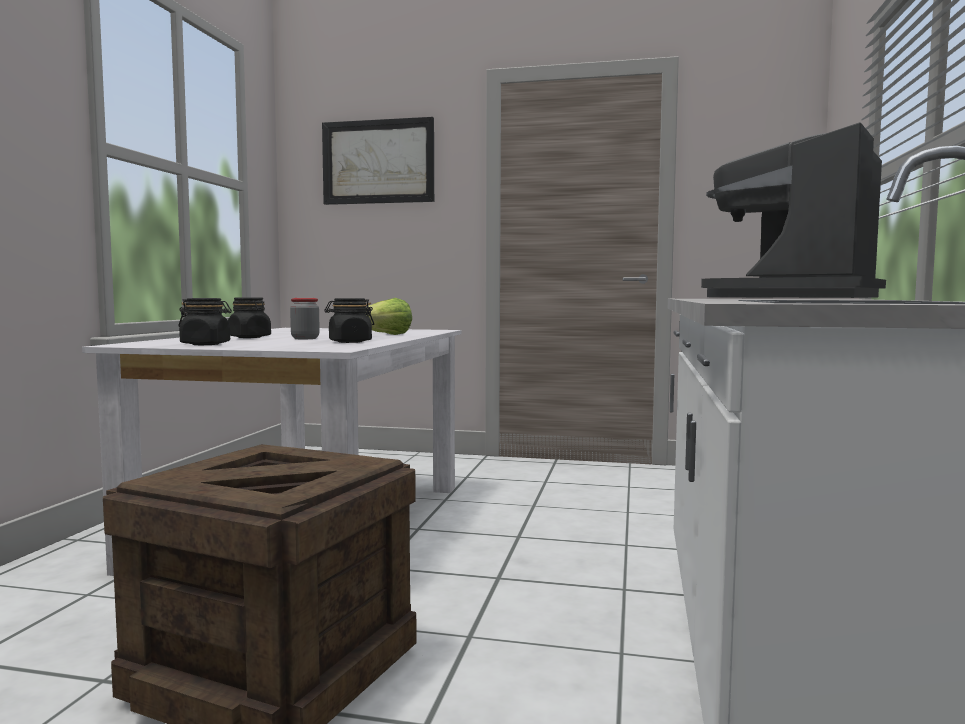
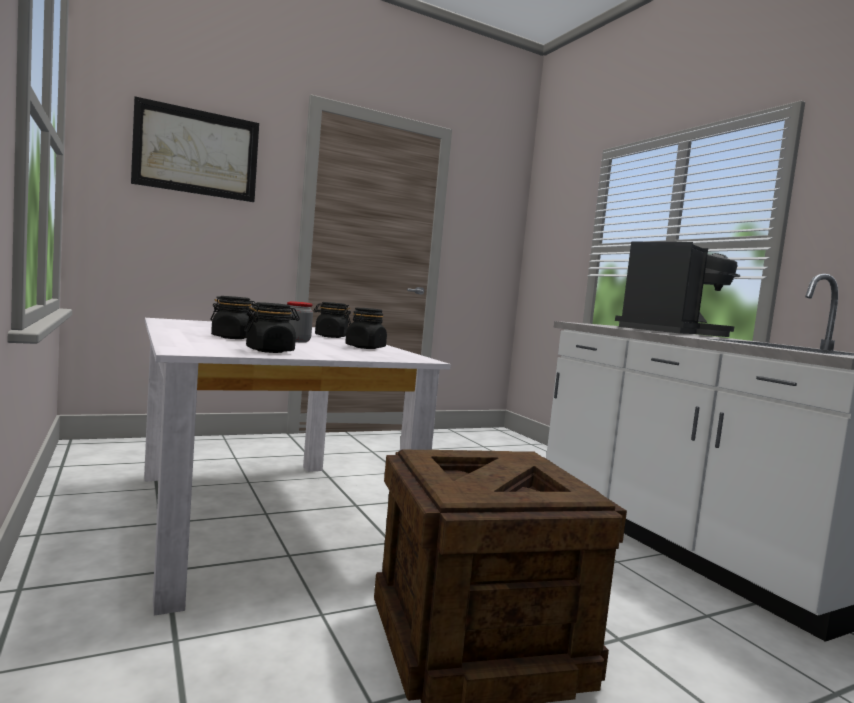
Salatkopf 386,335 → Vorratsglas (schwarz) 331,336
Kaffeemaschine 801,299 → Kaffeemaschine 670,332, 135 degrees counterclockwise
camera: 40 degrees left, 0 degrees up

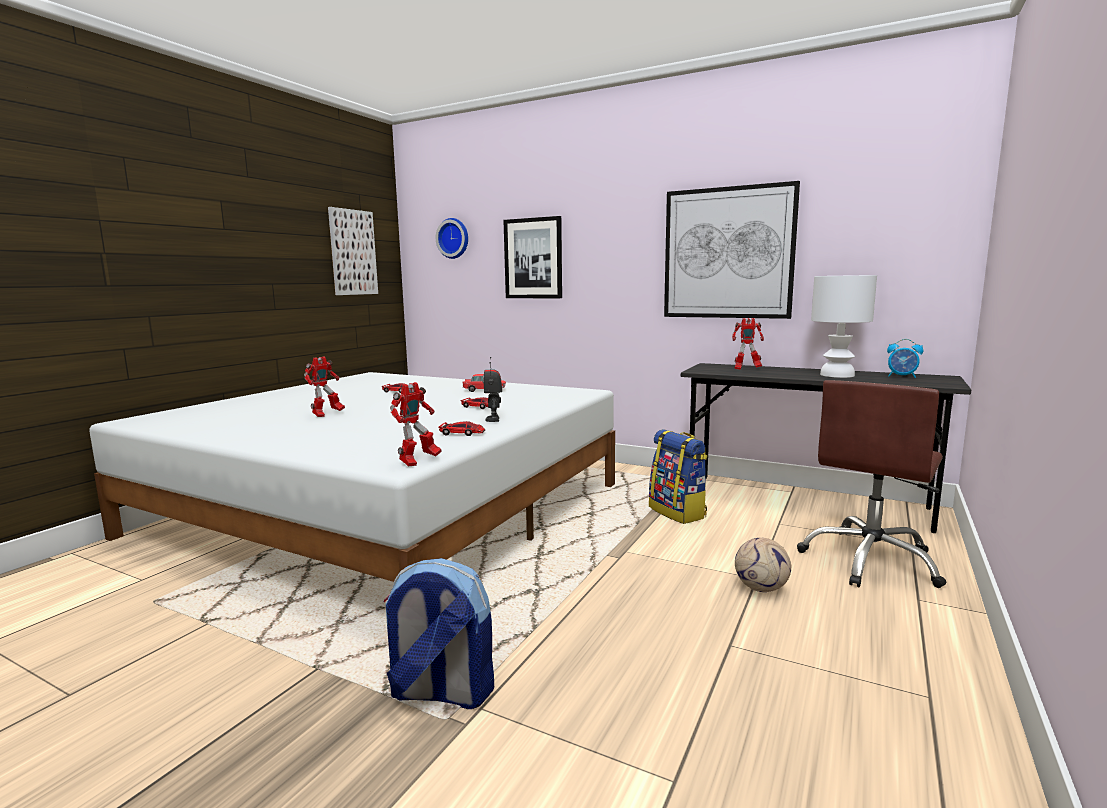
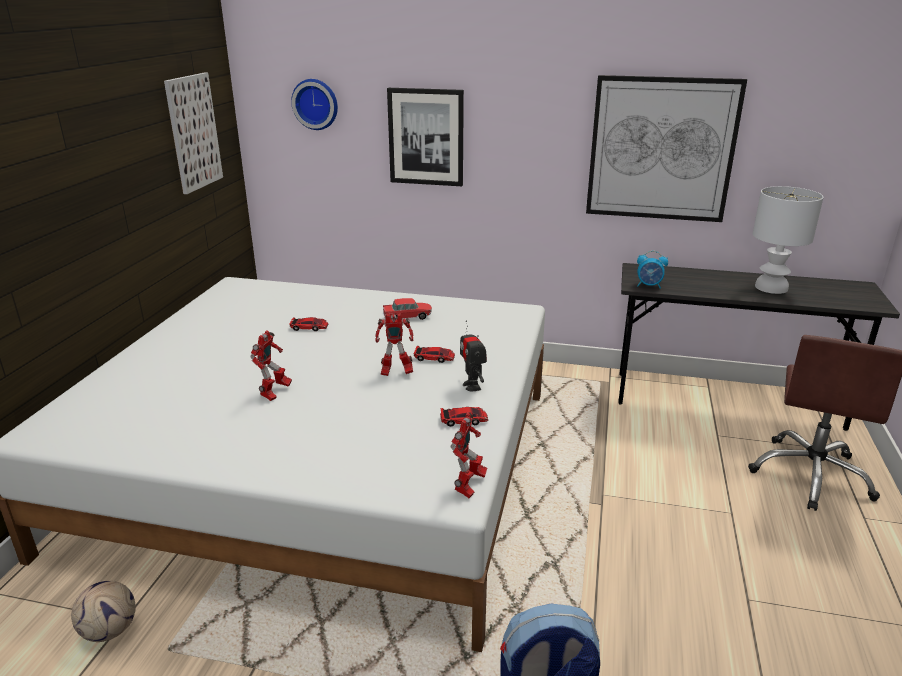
Rucksack 678,512 → -
Spielzeugroboter 746,369 → Spielzeugroboter 395,372, relocated
Fußball 762,588 → Fußball 111,630, relocated
Wecker 902,376 → Wecker 649,286, relocated
camera: 15 degrees left, 15 degrees up

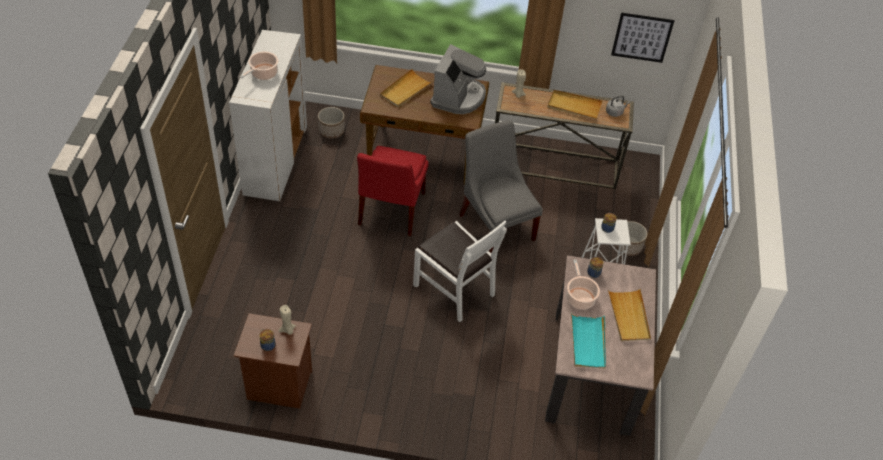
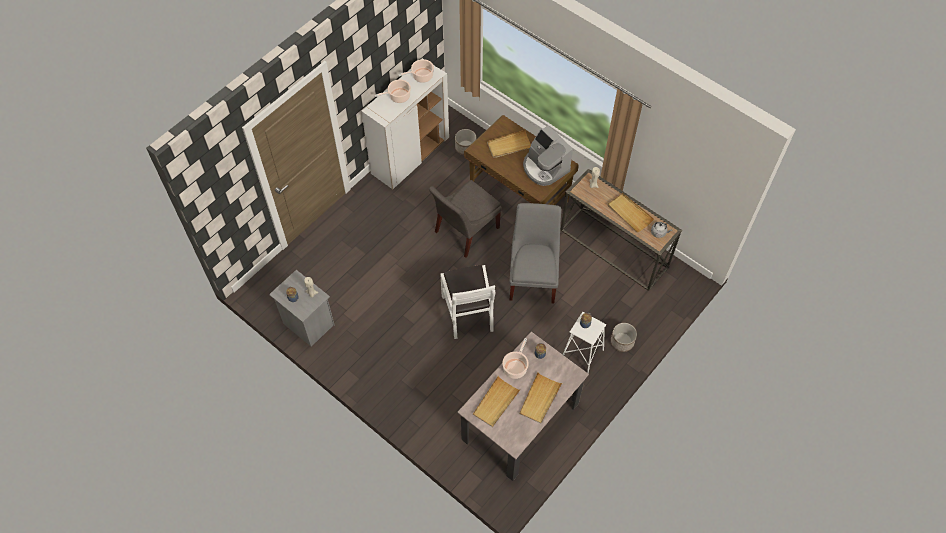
Bild 642,37 → -
- → Kochtopf 421,76
Nachttisch (braun) 278,386 → Nachttisch (grau) 308,324
Stuhl (rot) 390,211 → Stuhl (grau) 464,231
Tablett (türkis) 588,342 → Tablett (beige) 495,402
Kaffeemaschine 458,97 → Kaffeemaschine 545,168, 90 degrees clockwise
camera: 35 degrees right, 10 degrees up

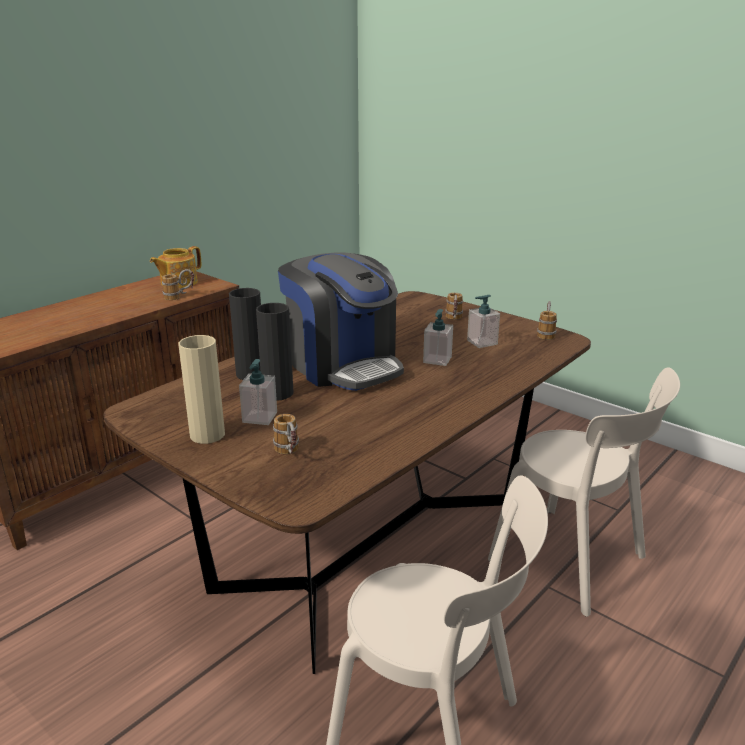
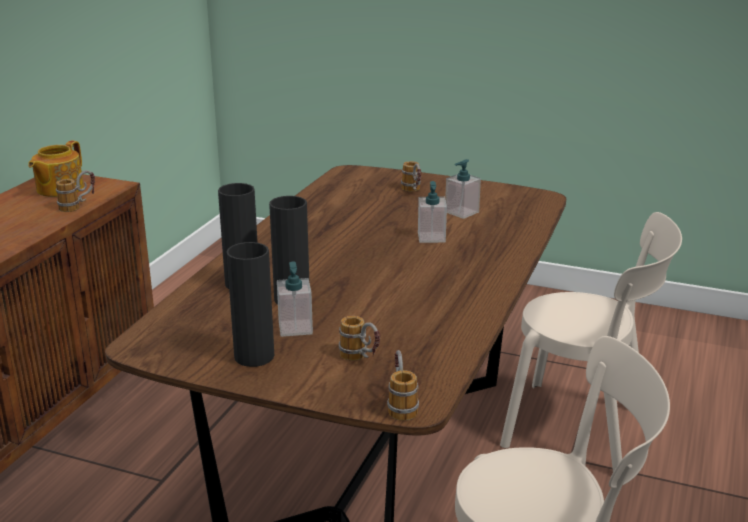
Kaffeemaschine 343,365 → -
Henkelbecher 546,333 → Henkelbecher 400,404, relocated
Vase (beige) 207,435 → Vase (schwarz) 254,356
camera: 20 degrees left, 0 degrees up

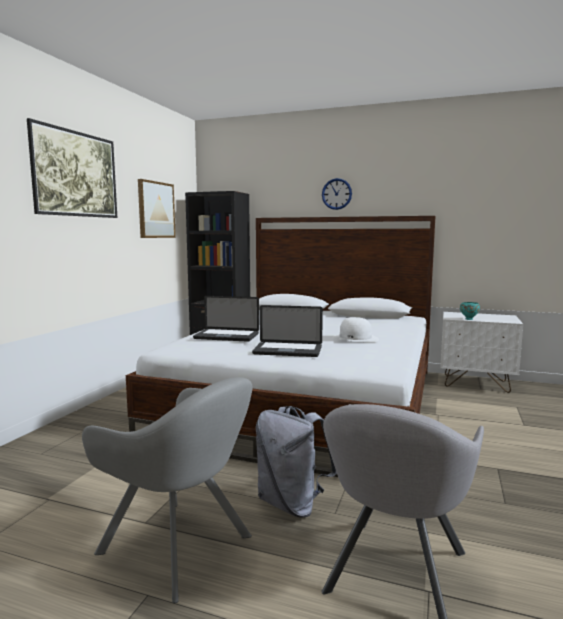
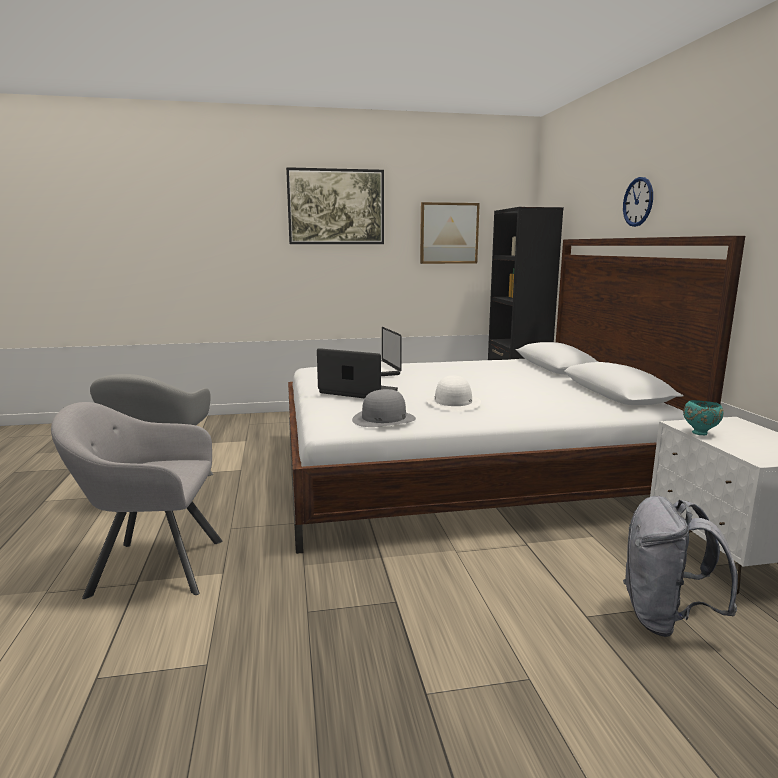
- → Hut (grau) 383,419
Rucksack (grau) 292,504 → Rucksack (grau) 665,619, relocated
Laptop 288,351 → Laptop 358,392, 135 degrees clockwise
camera: 60 degrees right, 5 degrees up

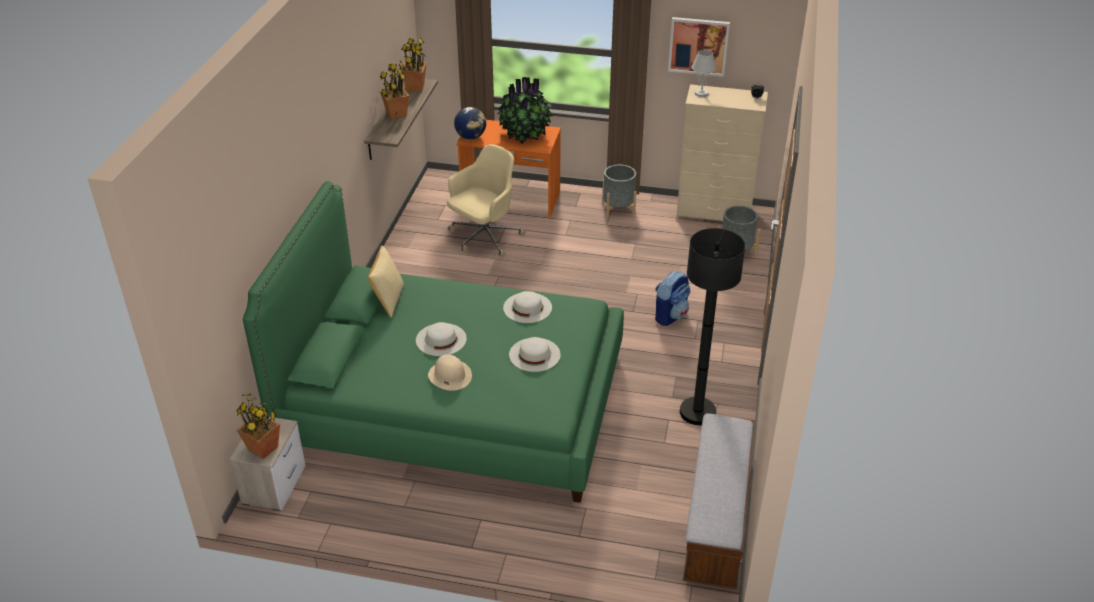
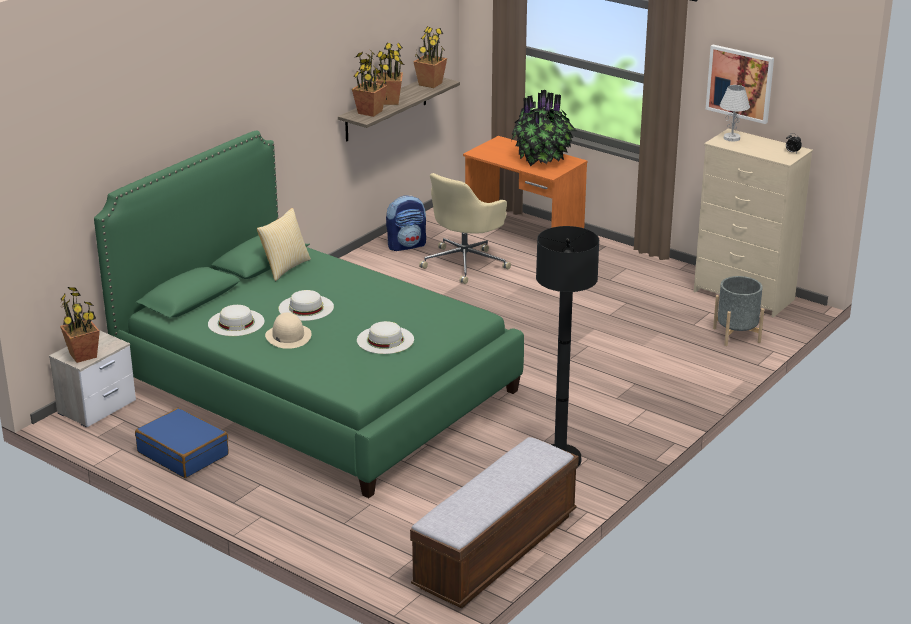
Globus 471,137 → -
Pflanzkübel (grau) 618,209 → -
- → Koffer (blau) 183,453
- → Topfpflanze 370,112
Hut (weiß) 527,307 → Hut (weiß) 236,322, relocated
Rucksack 670,315 → Rucksack 406,245, relocated
Bürostuhl (beige) 484,238 → Bürostuhl (beige) 465,263, 150 degrees clockwise
camera: 25 degrees right, 10 degrees down

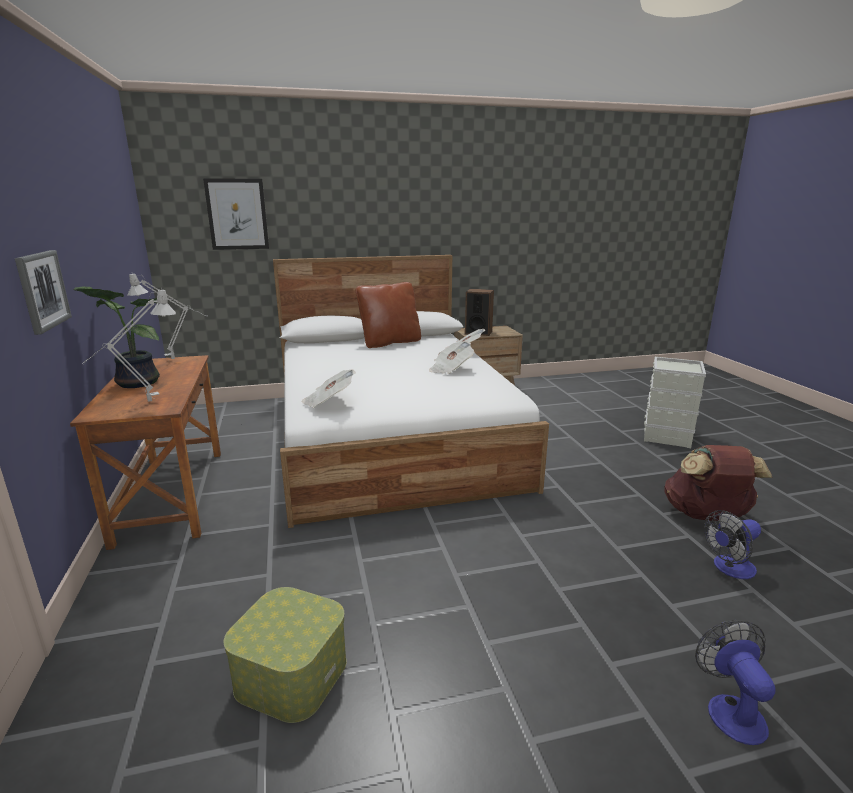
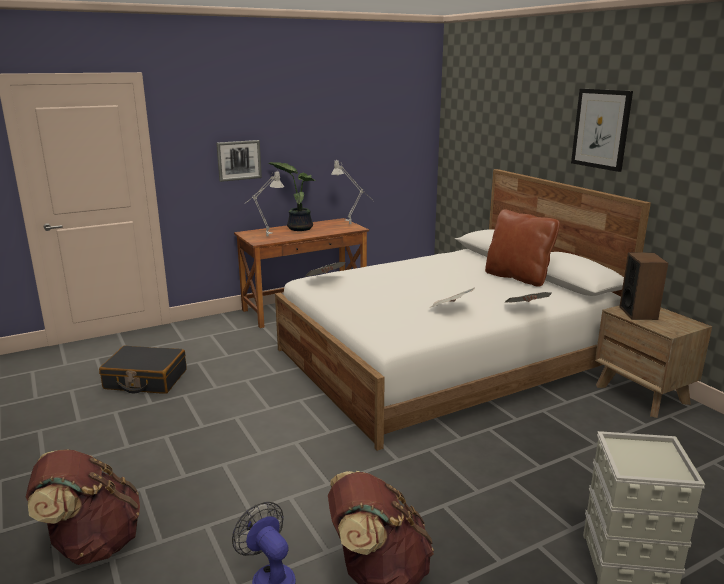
Bild 237,214 → Bild 601,129, relocated
Aufbewahrungsbox 291,674 → Koffer (schwarz) 145,380
Ventilator 730,709 → Rucksack (braun) 92,544
camera: 75 degrees right, 0 degrees up

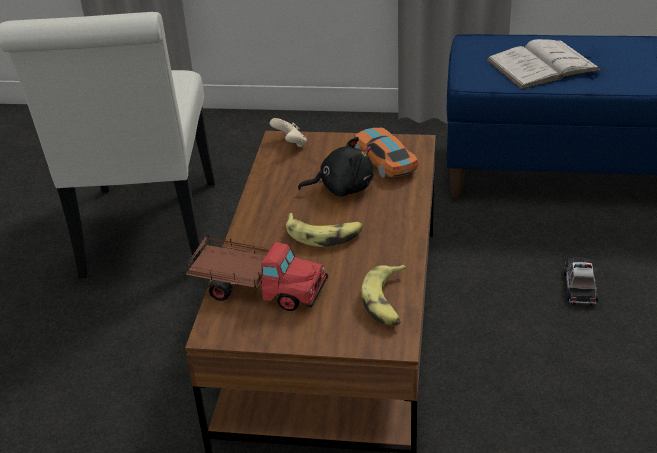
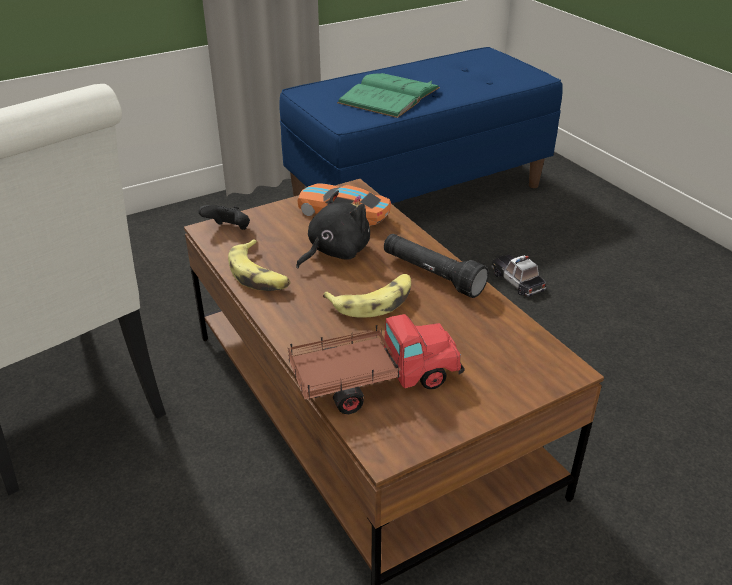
- → Taschenlampe (schwarz) 432,275
Banane 387,302 → Banane 259,274, relocated
Gamepad (beige) 290,144 → Gamepad (schwarz) 229,230
Buch (weiß) 542,65 → Buch (grün) 389,95
camera: 40 degrees left, 0 degrees up

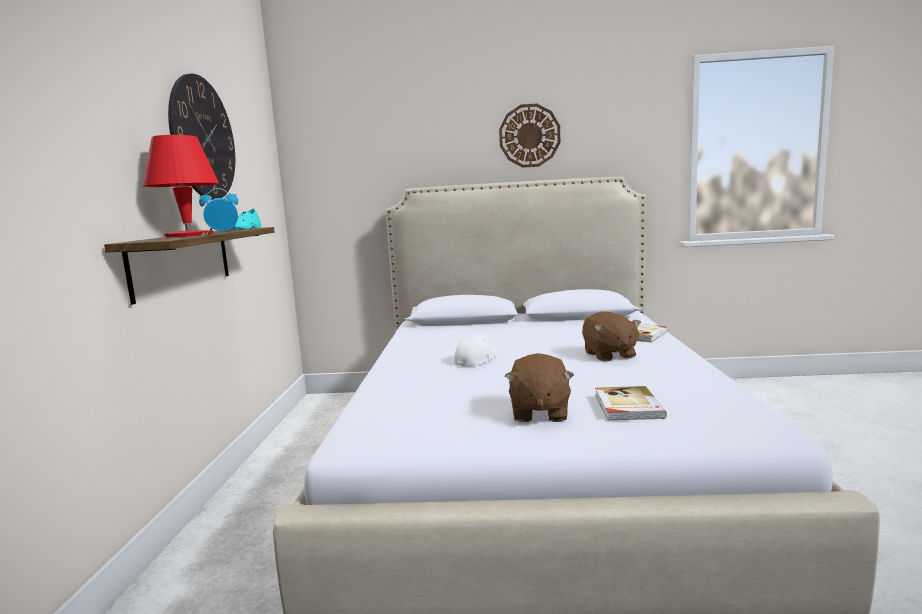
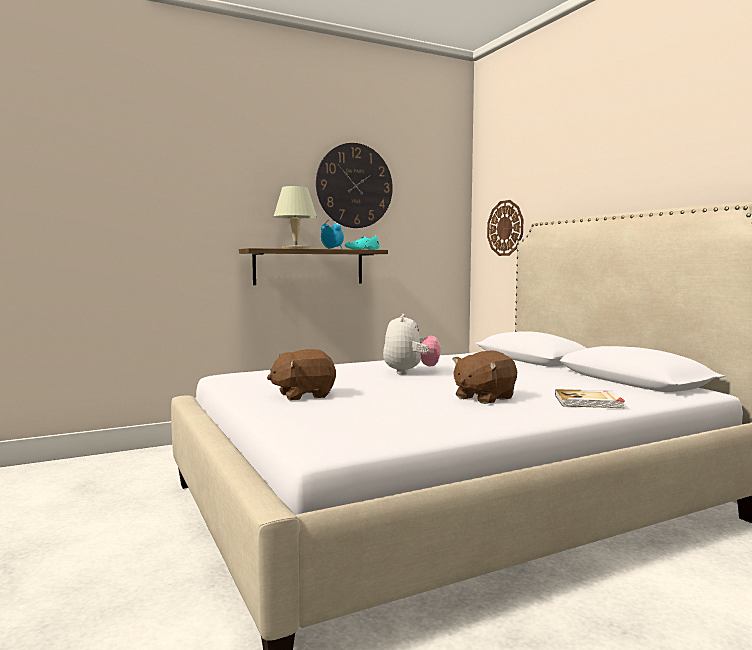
Buch 627,406 → -
Wanduhr 529,136 → Wanduhr 505,228, relocated
Kappe (weiß) 476,359 → Plüschtier 410,372
Tischlampe (rot) 188,235 → Tischlampe (beige) 295,248
camera: 60 degrees right, 5 degrees down

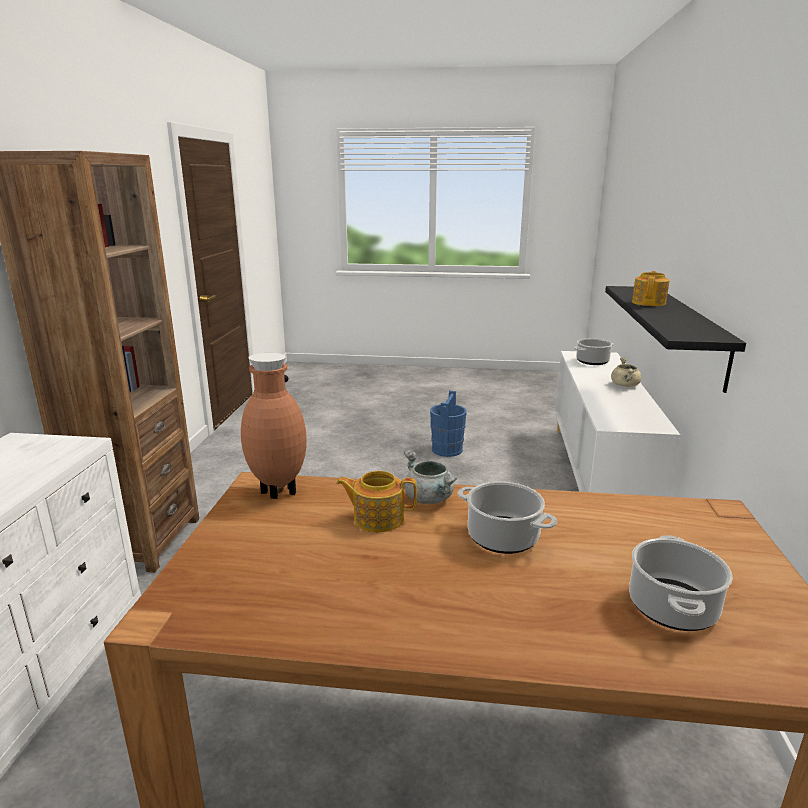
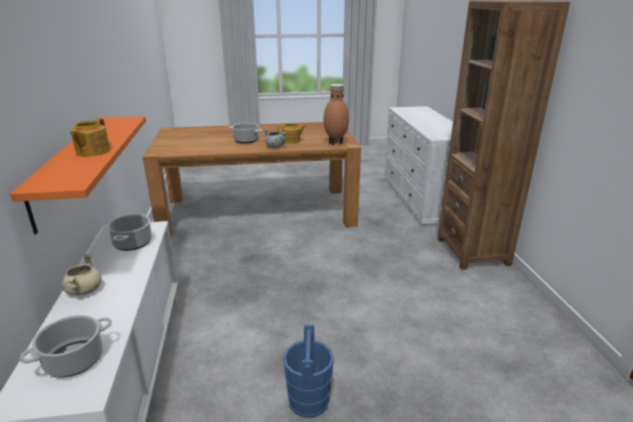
Kochtopf 671,606 → Kochtopf 133,243, relocated
Wandregal (schwarz) 688,333 → Wandregal (orange) 70,167
camera: 165 degrees right, 5 degrees up

